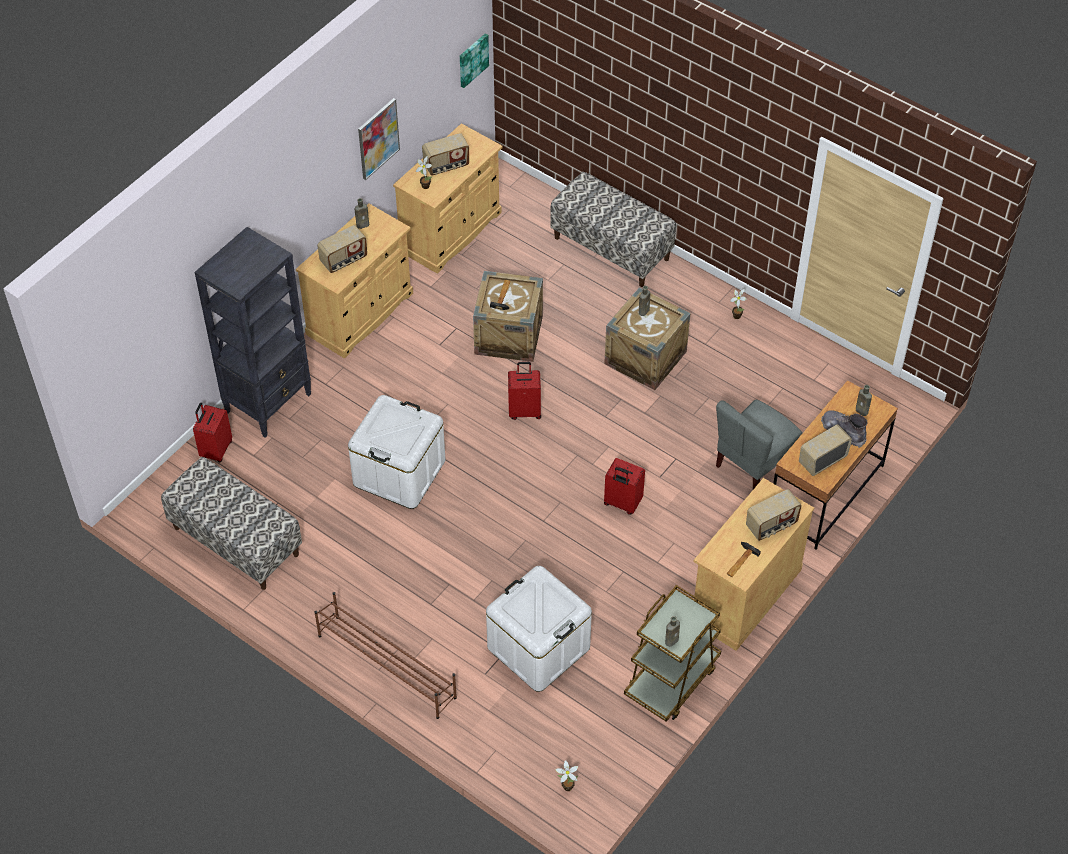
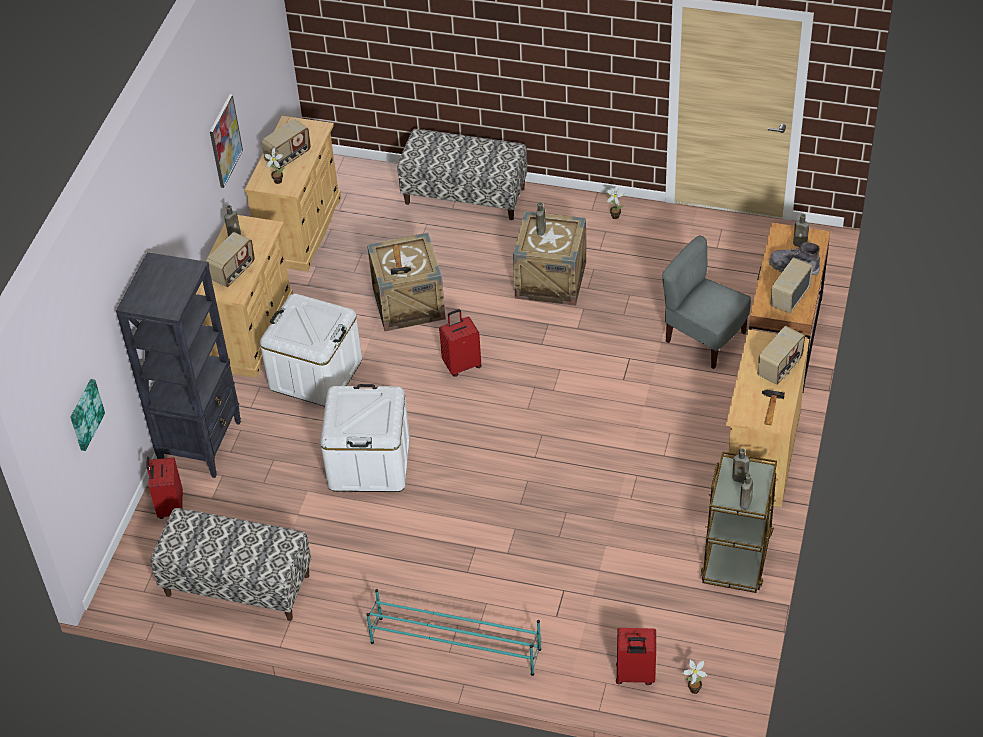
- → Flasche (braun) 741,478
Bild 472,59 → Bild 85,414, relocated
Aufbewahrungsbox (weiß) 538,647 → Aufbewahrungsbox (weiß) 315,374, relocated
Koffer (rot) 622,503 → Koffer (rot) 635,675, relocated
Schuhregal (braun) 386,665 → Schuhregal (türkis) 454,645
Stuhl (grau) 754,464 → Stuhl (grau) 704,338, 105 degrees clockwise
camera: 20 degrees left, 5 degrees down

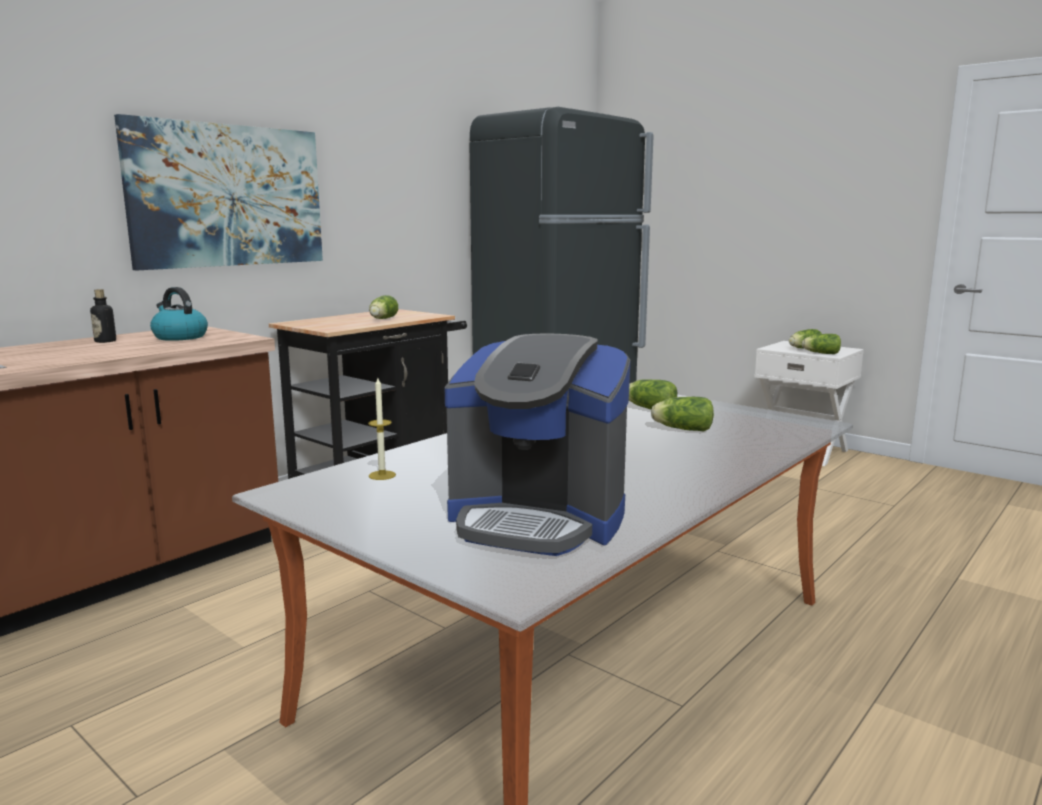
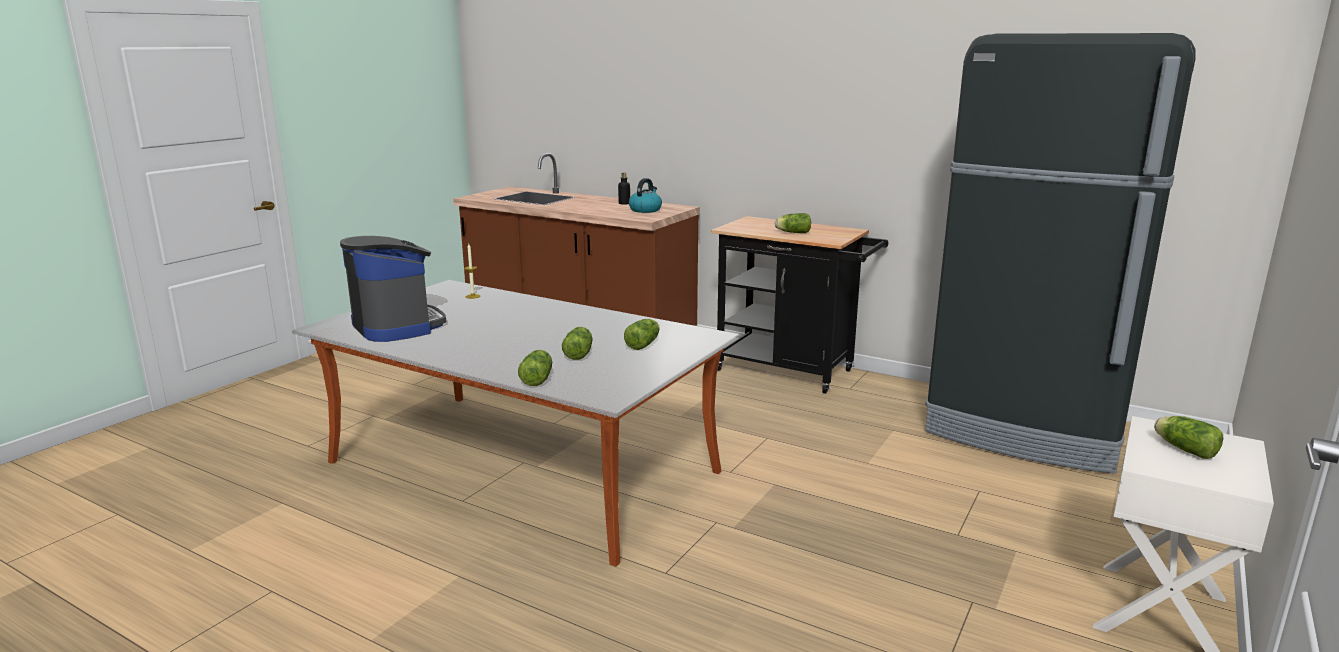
Bild 228,196 → -
Salatkopf 820,353 → Salatkopf 538,378, relocated
Kaffeemaschine 537,520 → Kaffeemaschine 397,326, 135 degrees clockwise
camera: 80 degrees right, 5 degrees up

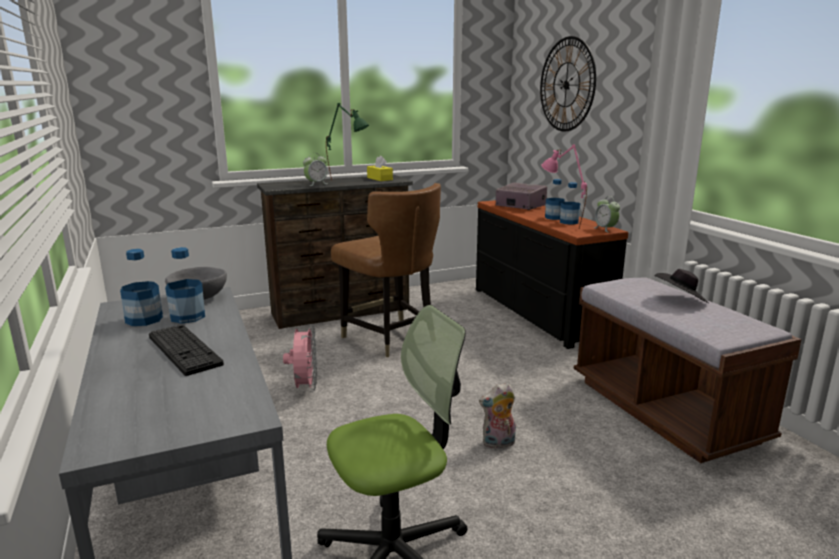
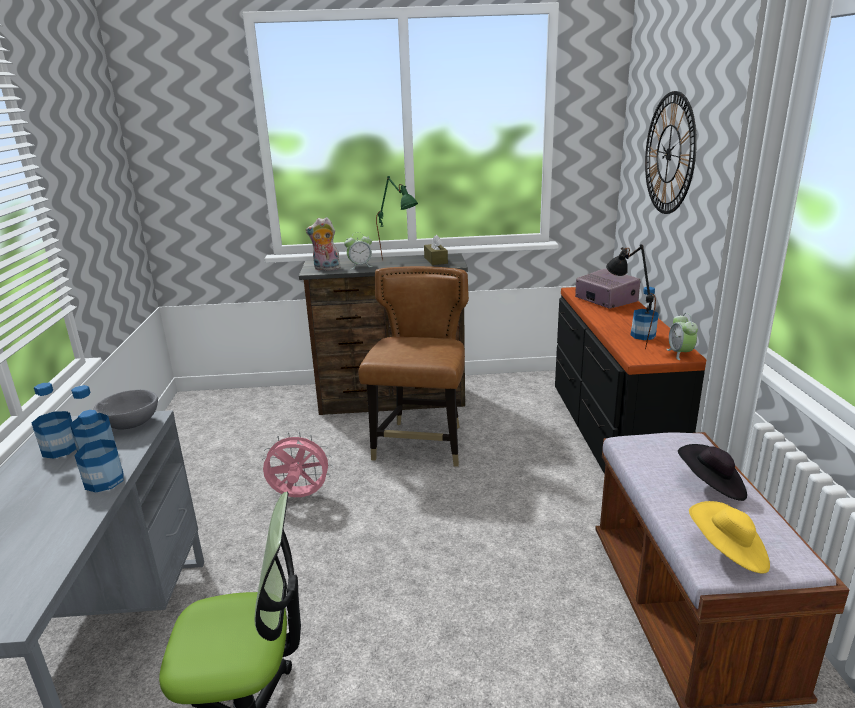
Tastatur 184,350 → -
- → Hut (gelb) 727,552
Plüschtier 498,444 → Plüschtier 326,269, relocated
Flasche 554,217 → Flasche 104,481, relocated
Taschentuchbox (gelb) 379,179 → Taschentuchbox (braun) 435,260
Tischlampe (rosa) 560,226 → Tischlampe (schwarz) 624,342
Ventilator (rosa) 305,387 → Ventilator (rosa) 299,497, 105 degrees counterclockwise
Stuhl (braun) 390,338 → Stuhl (braun) 421,444, 150 degrees counterclockwise
camera: 20 degrees right, 5 degrees up

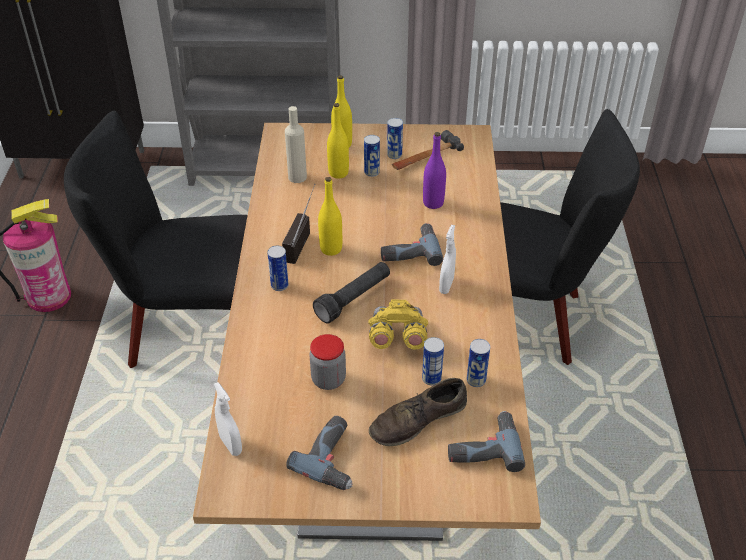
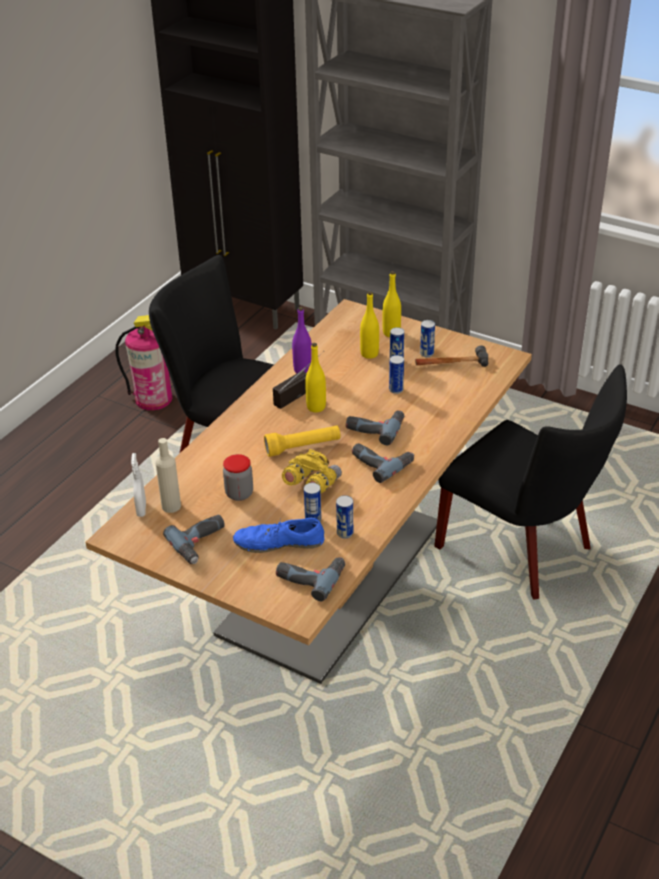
Dose 279,285 → Dose 396,390, relocated
Flasche (beige) 297,177 → Flasche (beige) 171,506, relocated
Flasche (lila) 433,203 → Flasche (lila) 302,370, relocated
Sprühflasche (weiß) 446,285 → Bohrmaschine 381,462
Taschenlampe (schwarz) 354,299 → Taschenlampe (gelb) 303,447
Schuh (braun) 417,420 → Schuh (blau) 279,542
camera: 30 degrees right, 5 degrees down

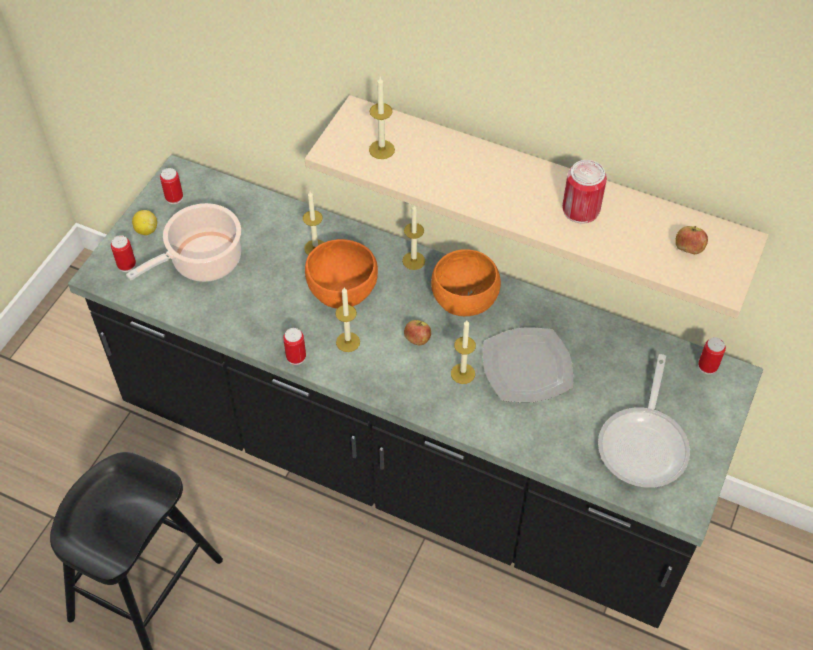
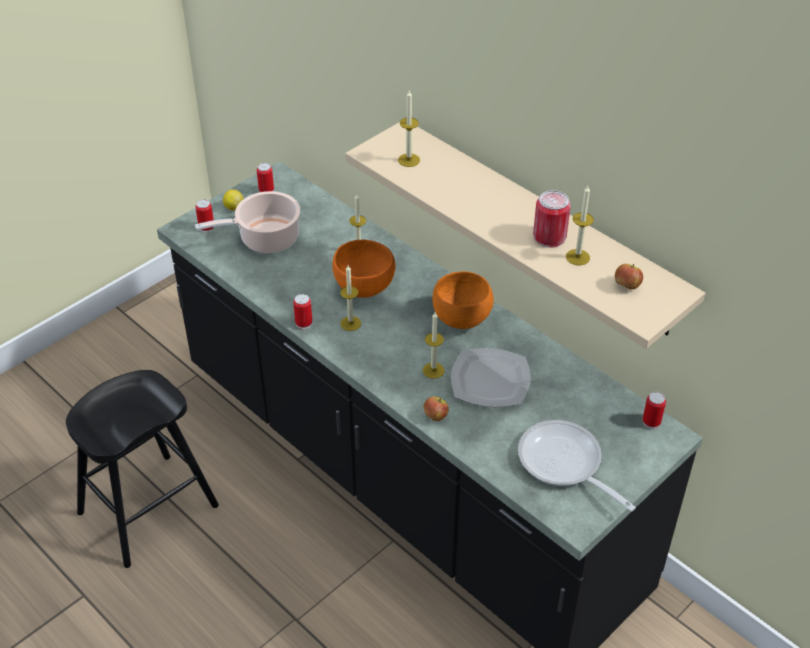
Kerze 413,260 → Kerze 577,257, relocated
Apfel 417,339 → Apfel 435,416, relocated
Pfanne 644,443 → Pfanne 564,464, 105 degrees clockwise
camera: 20 degrees right, 10 degrees down

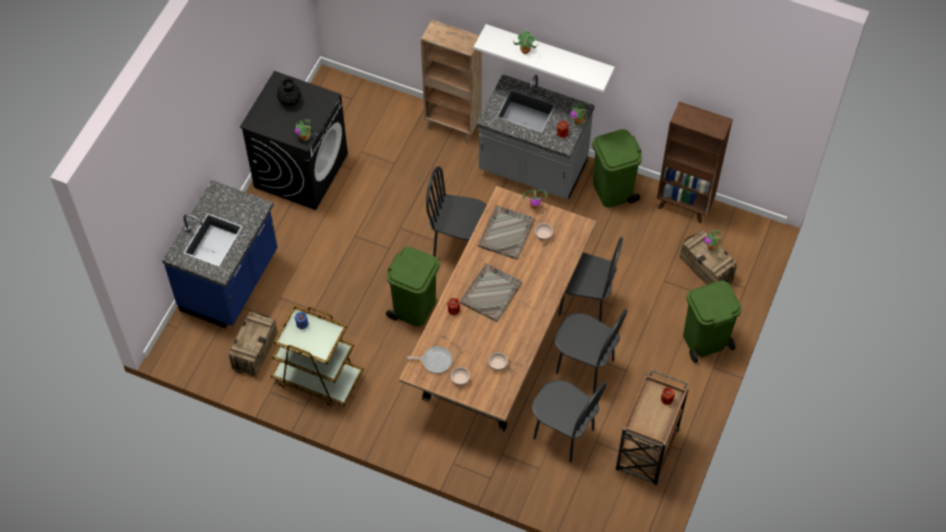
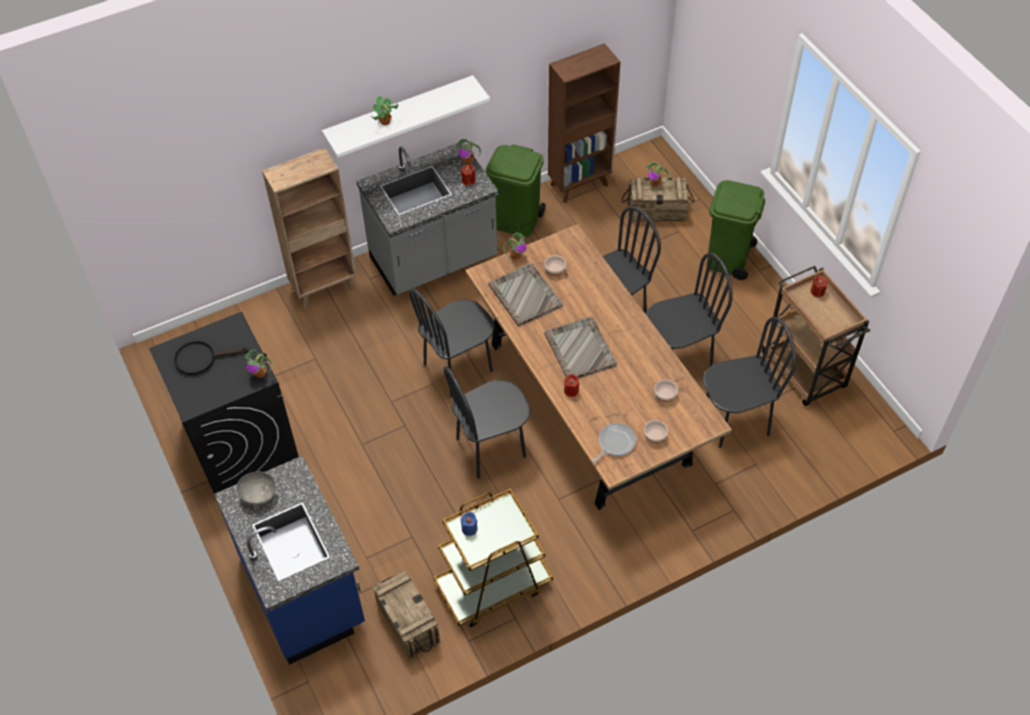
- → Schüssel (grau) 259,494
Vase (schwarz) 289,101 → Pfanne (schwarz) 201,358
Mülleimer (grün) 414,307 → Stuhl (schwarz) 491,448
camera: 50 degrees left, 5 degrees down

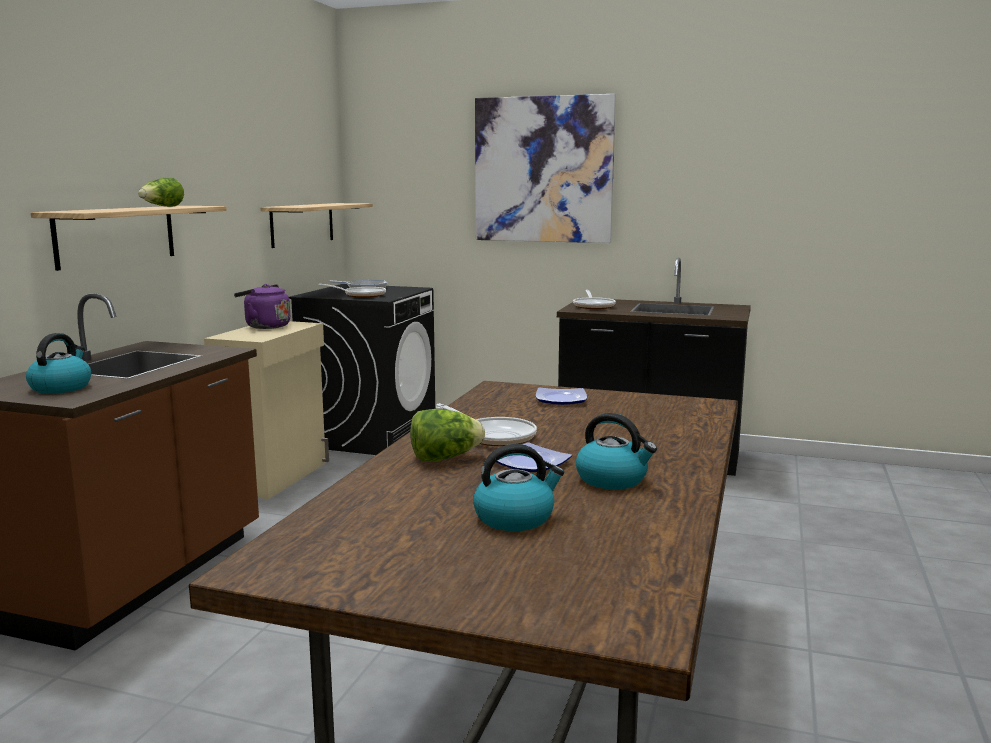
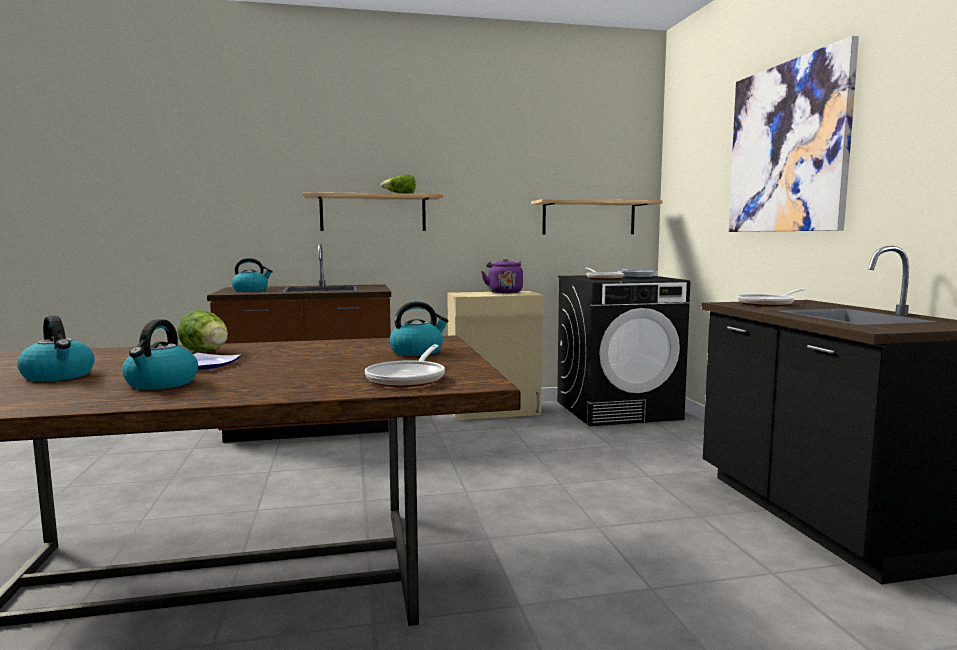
Pfanne 494,436 → Pfanne 408,378, relocated
Teller 560,400 → Wasserkessel 417,352
camera: 60 degrees right, 5 degrees down

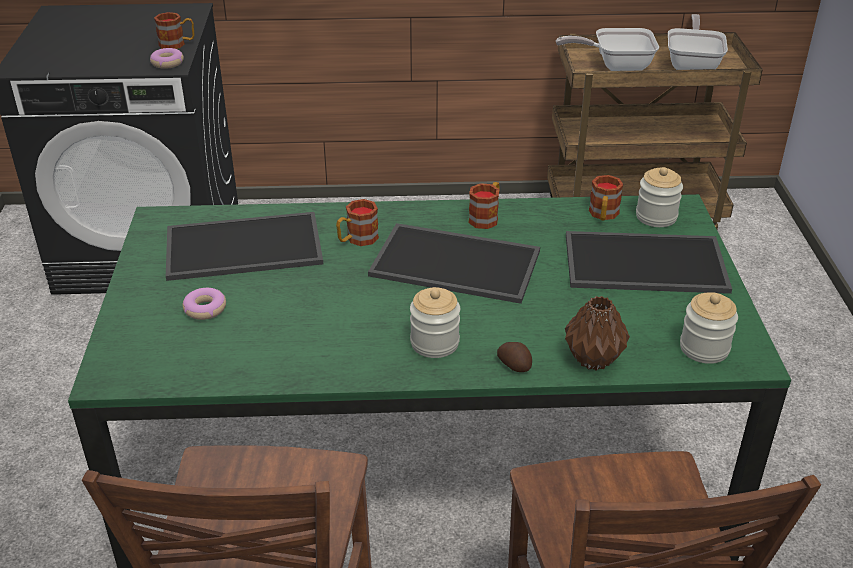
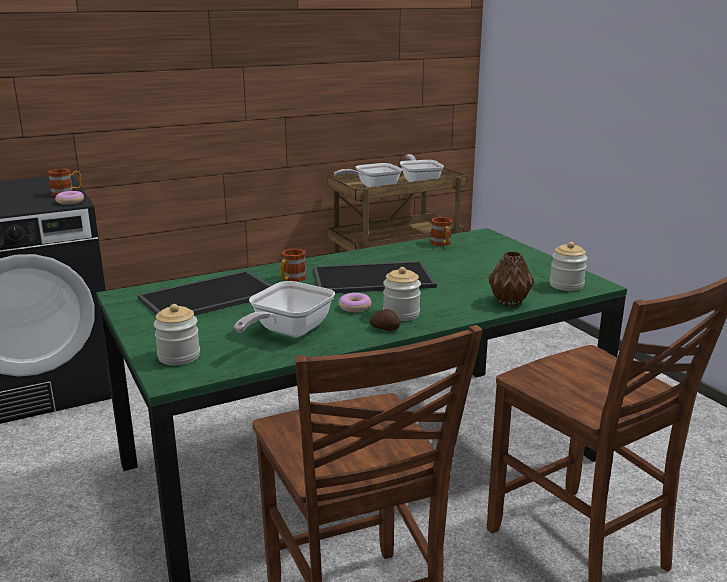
Henkelbecher 486,217 → -
Tablett 643,264 → -
- → Pfanne 287,331
Donut 205,309 → Donut 354,307, relocated
Kartoffel 514,364 → Kartoffel 385,328, relocated
Vorratsglas 656,217 → Vorratsglas 179,356, relocated
camera: 25 degrees left, 15 degrees down

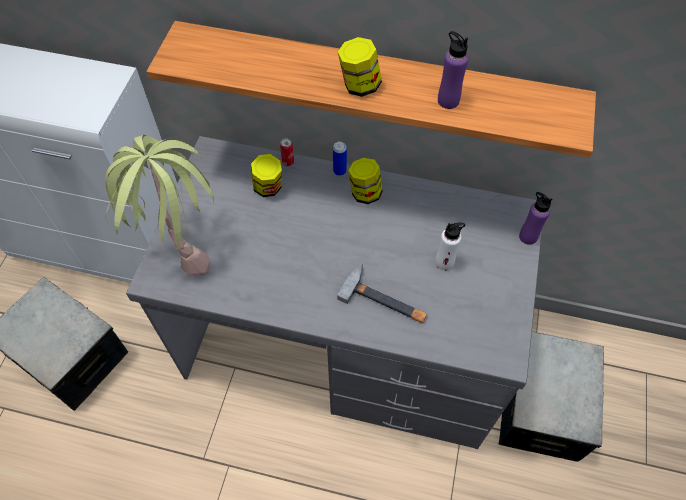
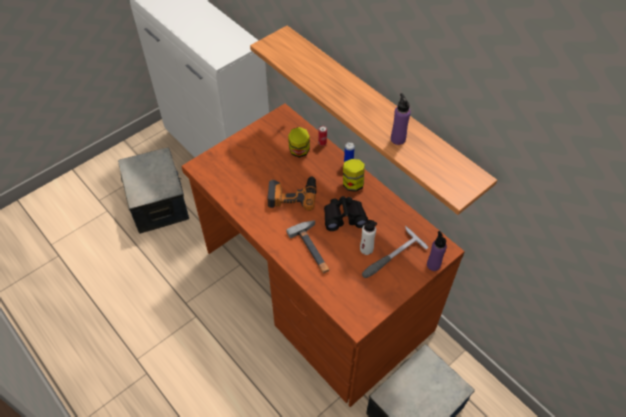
Topfpflanze 180,245 → -
Vorratsglas 359,85 → -
- → Bohrmaschine 292,195
- → Fernglas (schwarz) 344,217
- → Hammer 390,257
Schreibtisch (grau) 345,344 → Schreibtisch (braun) 316,291
camera: 35 degrees right, 5 degrees down

